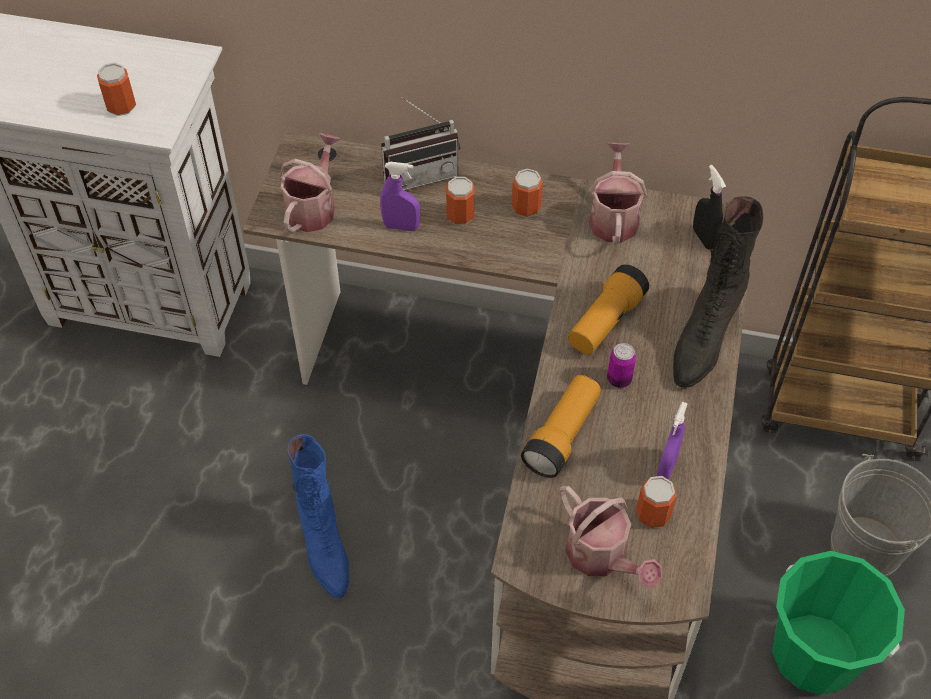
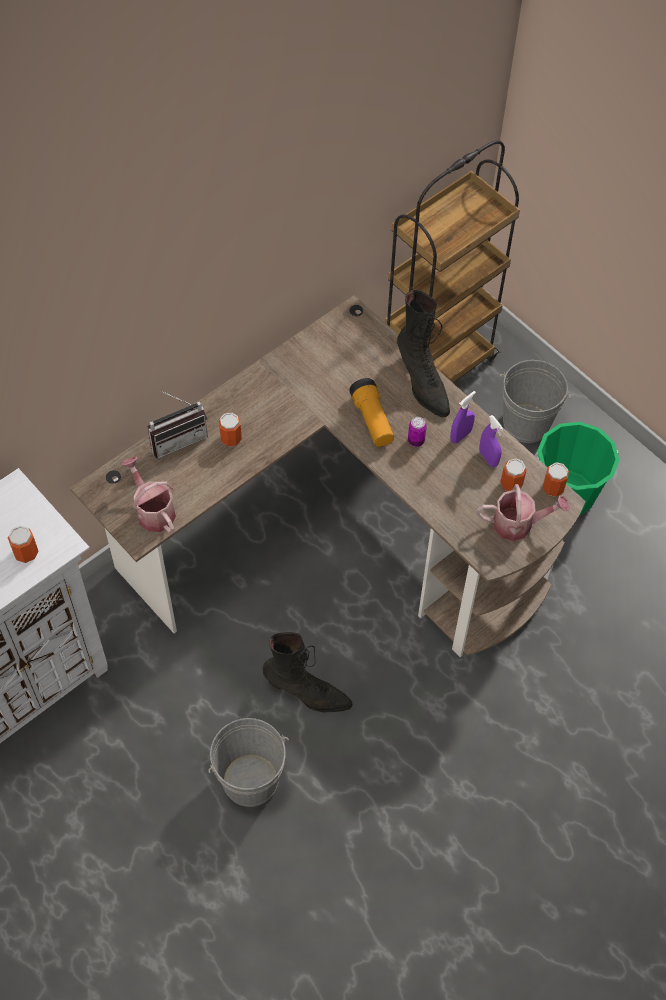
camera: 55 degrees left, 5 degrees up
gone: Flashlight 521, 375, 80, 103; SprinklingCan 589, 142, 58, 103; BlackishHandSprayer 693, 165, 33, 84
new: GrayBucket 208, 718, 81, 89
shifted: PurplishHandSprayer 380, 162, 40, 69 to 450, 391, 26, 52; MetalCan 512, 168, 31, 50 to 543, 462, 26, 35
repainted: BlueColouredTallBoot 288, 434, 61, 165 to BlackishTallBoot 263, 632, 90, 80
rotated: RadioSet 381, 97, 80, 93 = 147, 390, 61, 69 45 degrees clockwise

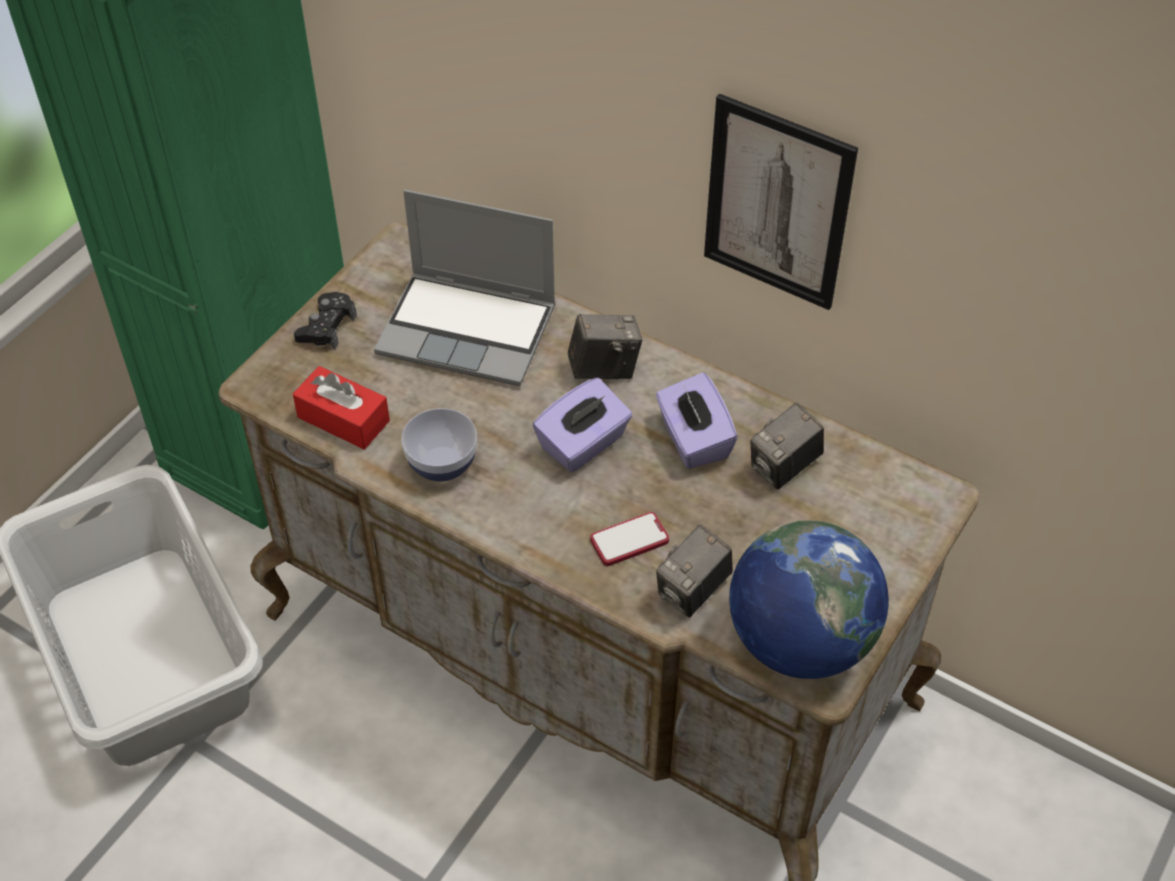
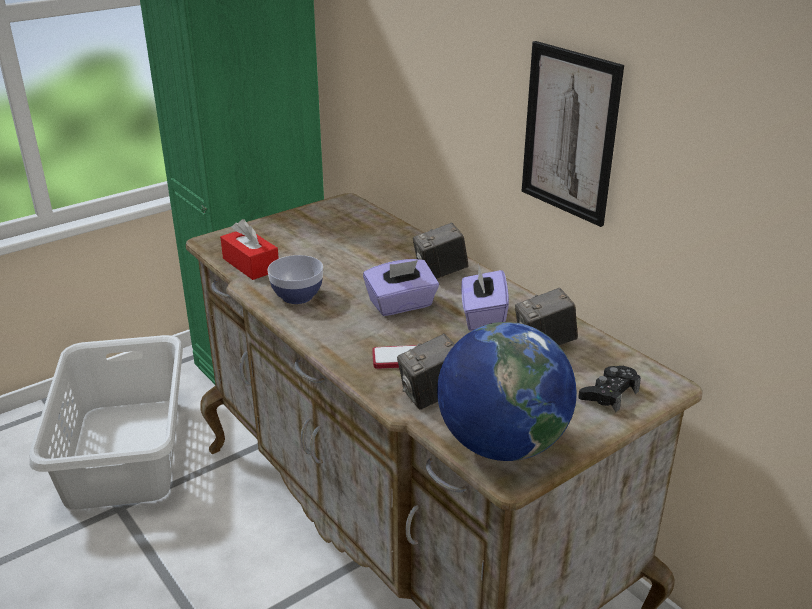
camera: 20 degrees right, 20 degrees down
gone: PortableComputer 374, 189, 182, 197
shifted: BlackishGamepad 294, 292, 63, 57 to 578, 366, 63, 46
rotated: StillCamera 568, 314, 74, 65 = 413, 223, 55, 56 150 degrees clockwise

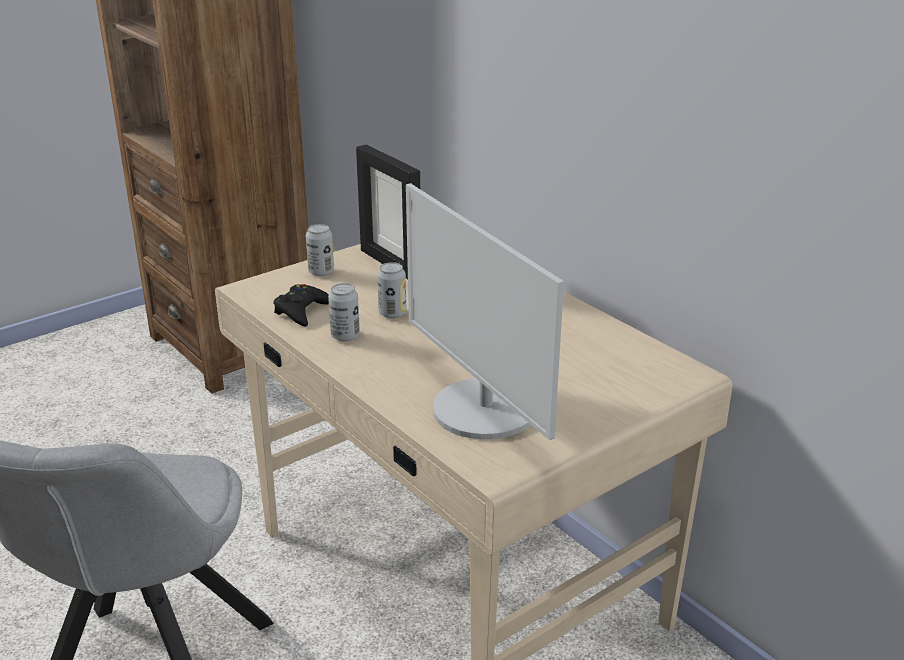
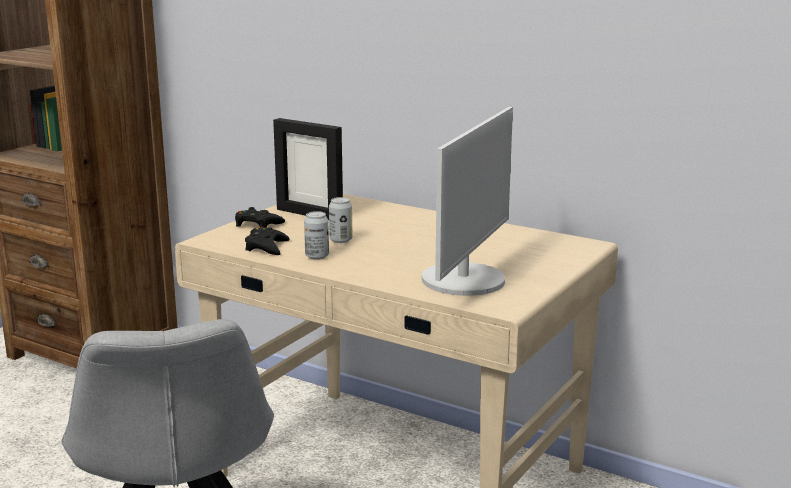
camera: 20 degrees left, 10 degrees down
swapped: MetalCan 306, 224, 28, 52 to BlackishGamepad 235, 207, 50, 21
rotated: ComputerScreen 406, 183, 158, 257 = 422, 107, 91, 189 105 degrees counterclockwise

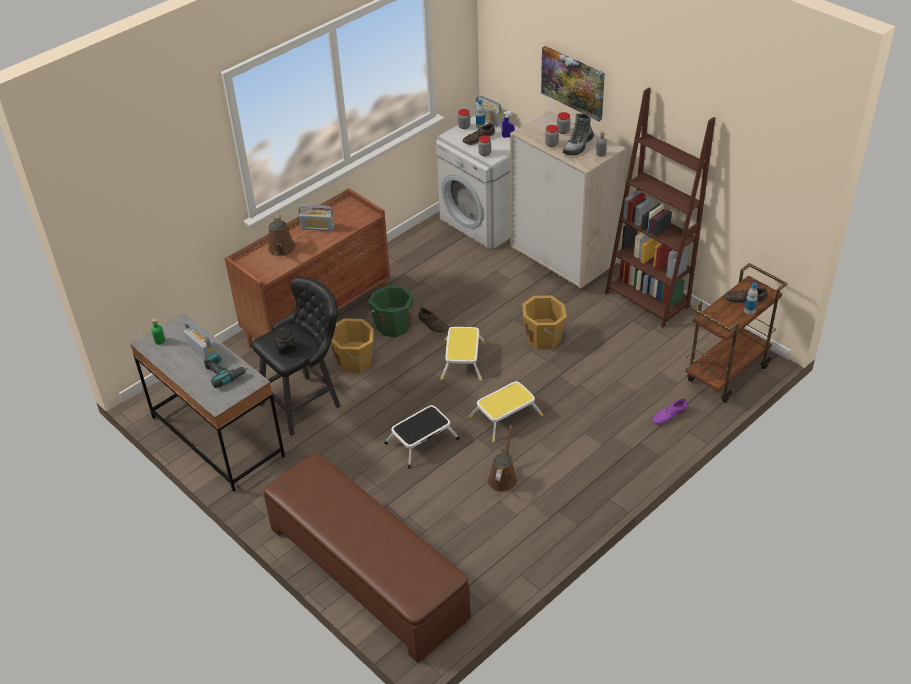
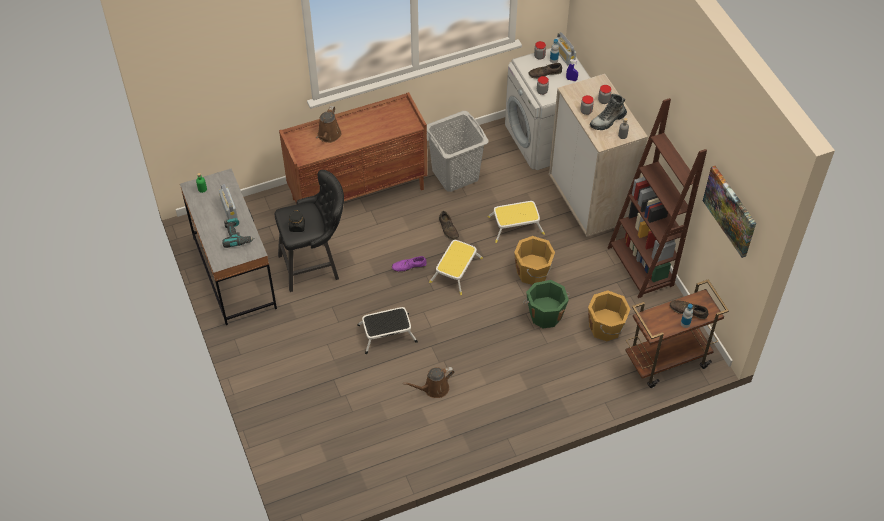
camera: 20 degrees right, 10 degrees up
gone: BrownLongSeat 264, 453, 207, 210; RadioSet 299, 205, 36, 26
new: GrayLaundryBasket 427, 111, 62, 81
shifted: OrangeColouredBucket 331, 318, 43, 55 to 588, 290, 42, 51; GreenBucket 368, 285, 46, 52 to 523, 280, 47, 48; YellowishStepStool 469, 381, 74, 61 to 488, 201, 57, 42; WallPicture 541, 46, 64, 75 to 703, 166, 53, 92; PurplishItemOfFootwear 652, 399, 35, 26 to 392, 256, 35, 16
rotated: BrownSprinklingCan 488, 425, 29, 67 = 403, 367, 51, 31 150 degrees counterclockwise

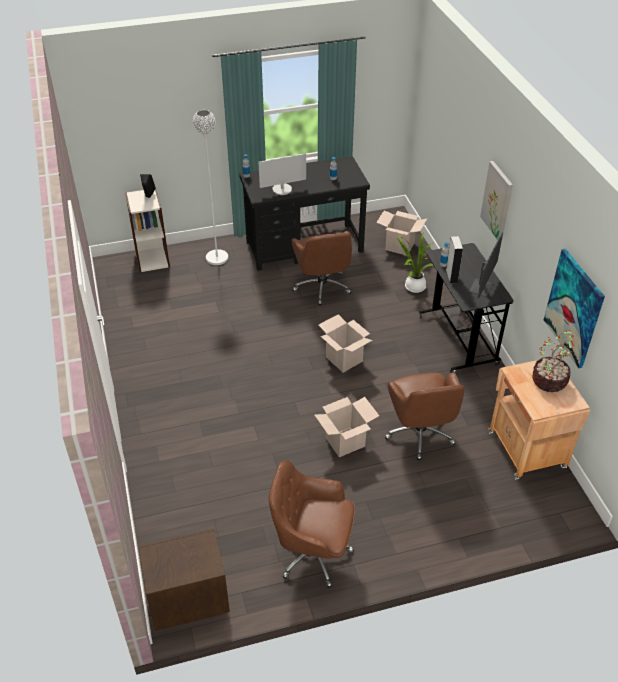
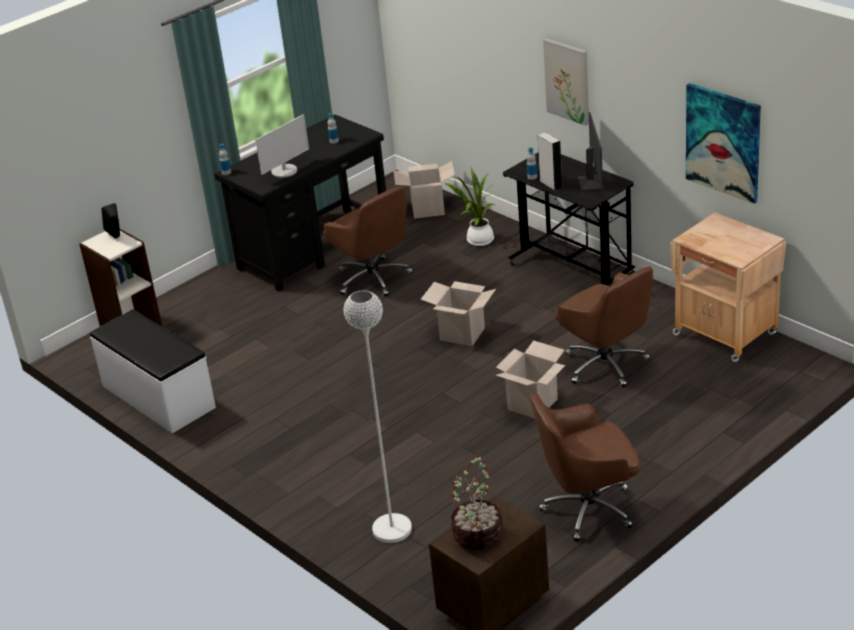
camera: 25 degrees left, 10 degrees down
new: WhitishLongSeat 90, 310, 126, 124
shifted: WhitishFloorLamp 193, 110, 35, 155 to 344, 290, 68, 253; PlantInAPot 532, 330, 42, 62 to 450, 455, 53, 95

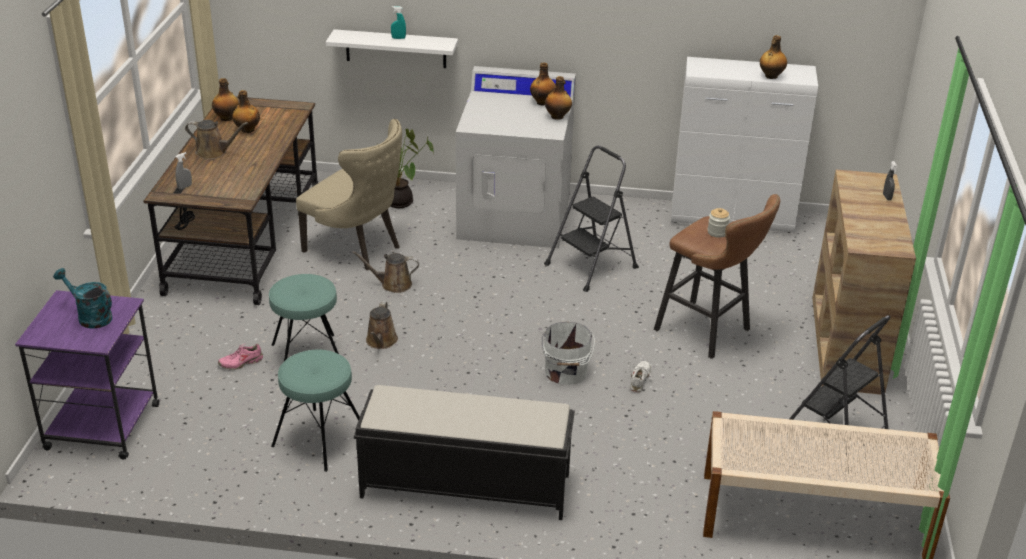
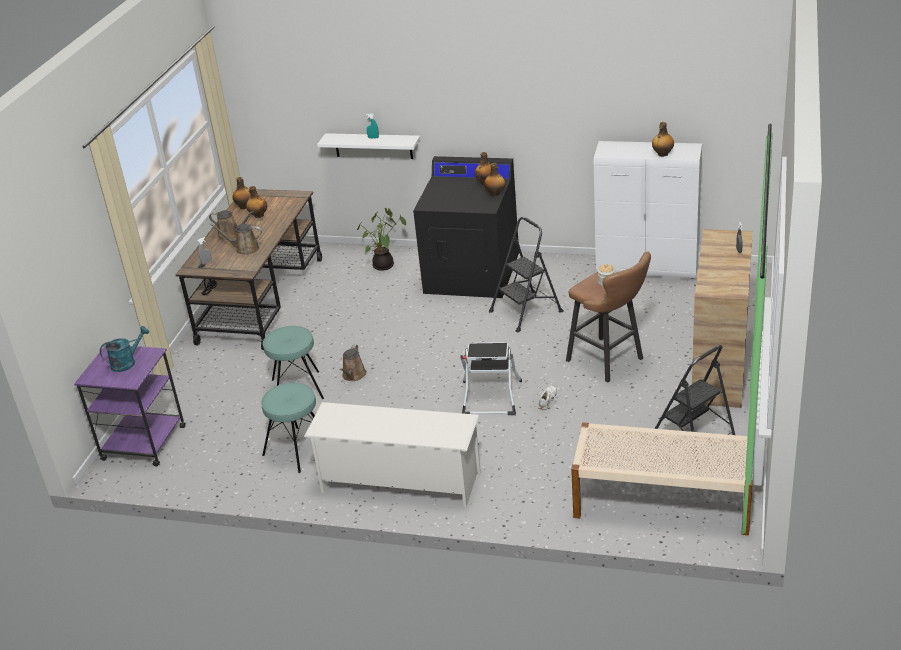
camera: 10 degrees right, 0 degrees up
gone: PinkishItemOfFootwear 218, 343, 45, 27; SandColouredChair 296, 119, 106, 151
shifted: BrownSprinklingCan 352, 251, 67, 42 to 209, 223, 53, 32
swapped: BlackishLongSeat 354, 385, 221, 135 to WhitishShoeStand 304, 402, 177, 105; WhitishBucket 542, 322, 53, 63 to StepStool 461, 342, 61, 73
repainted: WhitishWashingMachine 456, 66, 120, 182 to BlackishWashingMachine 413, 156, 106, 142
rotated: BlueGreenSprinklingCan 53, 268, 59, 61 = 100, 326, 49, 46 105 degrees clockwise

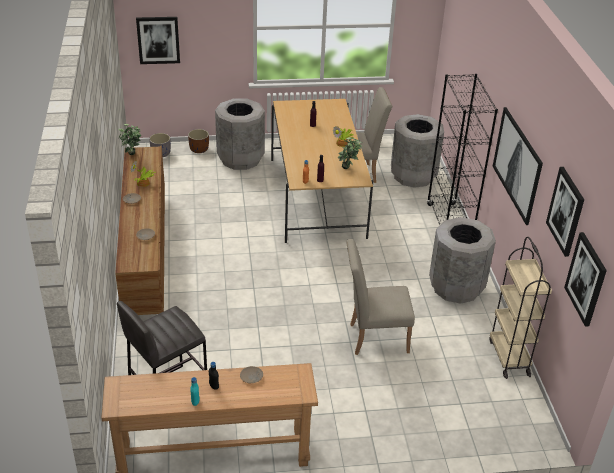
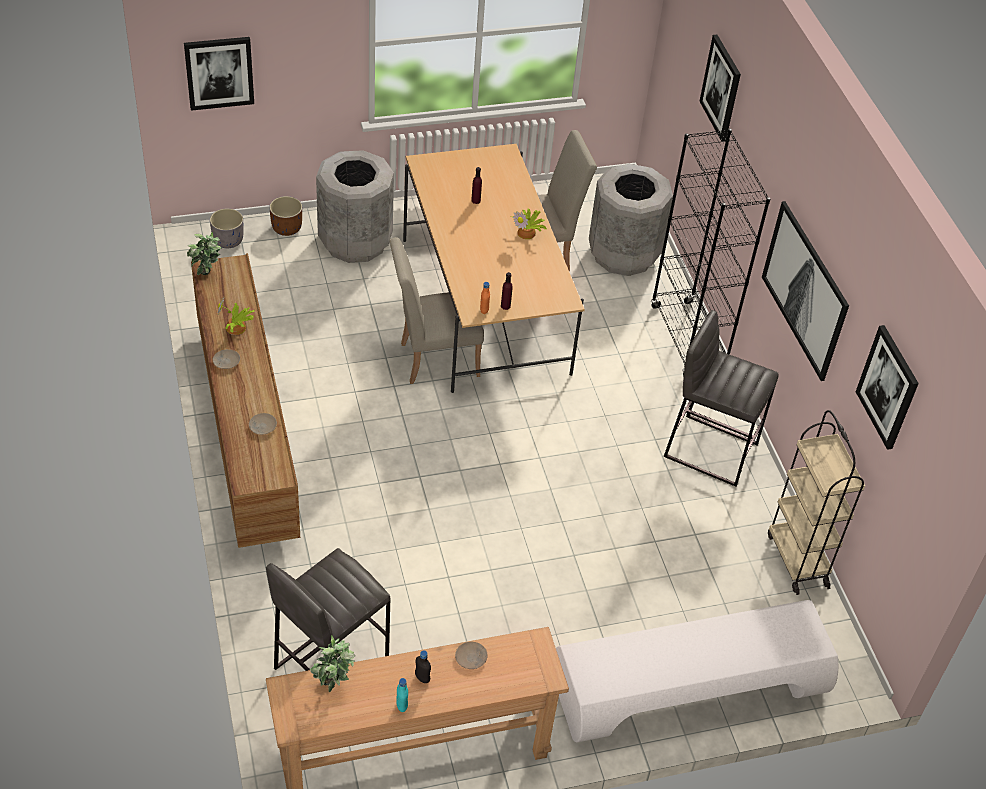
camera: 10 degrees left, 10 degrees up
new: WhitishLongSeat 556, 600, 282, 142
shifted: PlantInAPot 338, 137, 25, 32 to 310, 635, 45, 57; SandColouredChair 346, 239, 69, 116 to 390, 237, 94, 147; WallPicture 564, 232, 43, 95 to 699, 35, 42, 106
swapped: GrayRubbishBin 429, 217, 67, 87 to GrayStoolSeat 663, 310, 116, 177

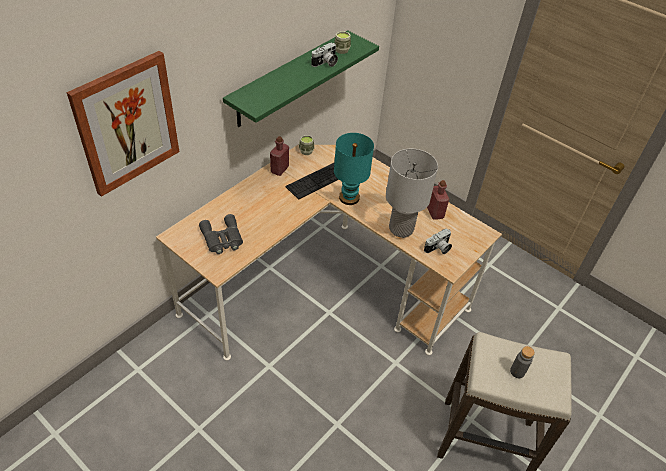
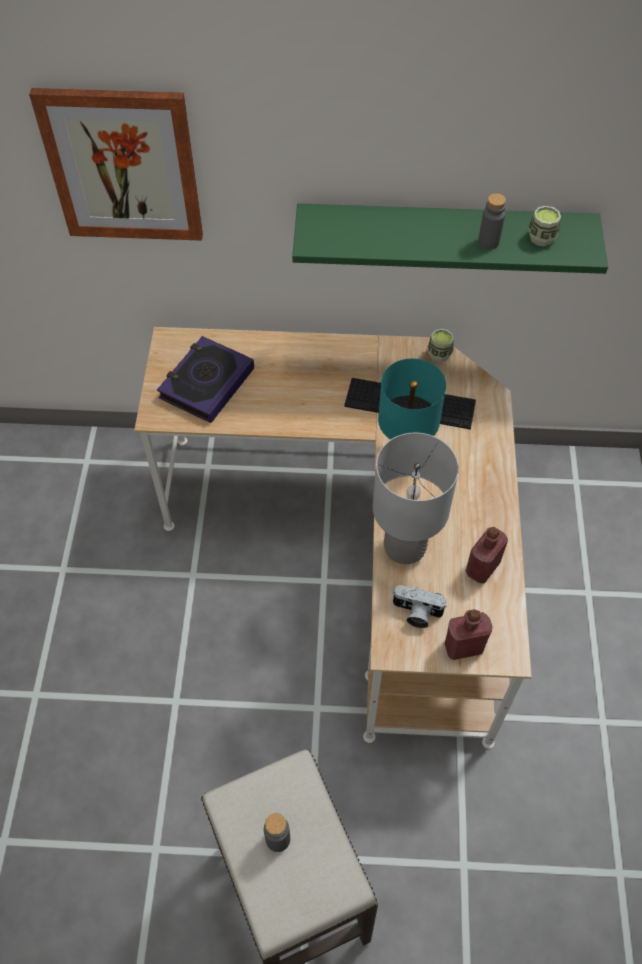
camera: 55 degrees right, 10 degrees up
shifted: ReddishBeverageBottle 270, 136, 19, 40 to 445, 609, 47, 51
swapped: GrayBinoculars 199, 214, 44, 40 to Volume 157, 336, 97, 87; StillCamera 311, 42, 27, 25 to GrayBeverageBottle 478, 193, 28, 57

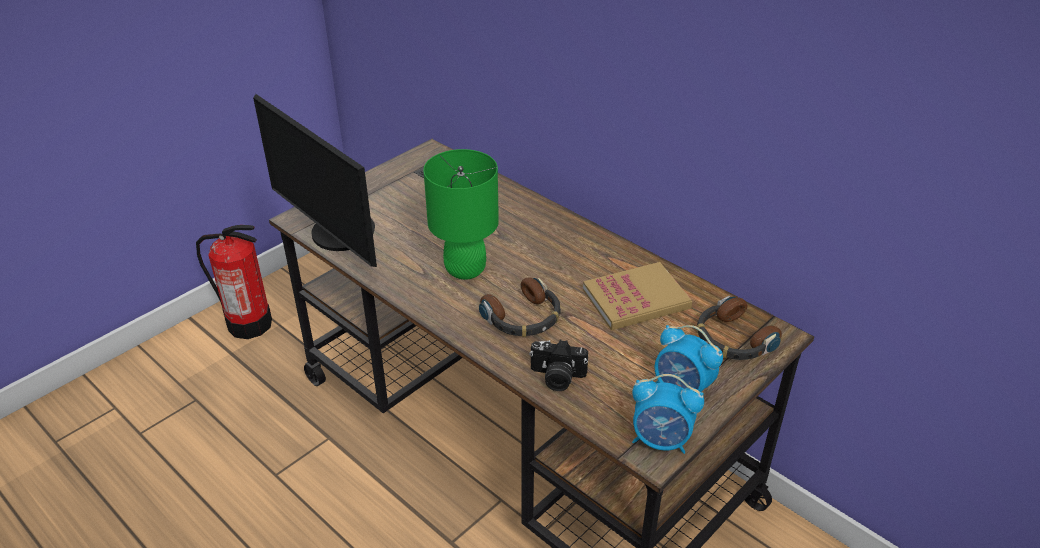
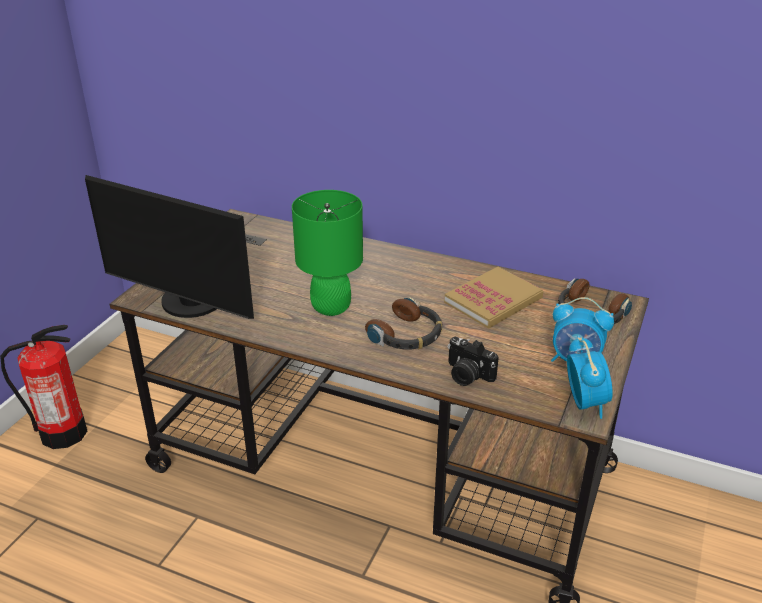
camera: 20 degrees left, 5 degrees down
rotated: StillCamera 529, 340, 59, 51 = 448, 337, 51, 49 45 degrees clockwise; BedsideClock 632, 374, 72, 80 = 567, 336, 46, 83 90 degrees counterclockwise

